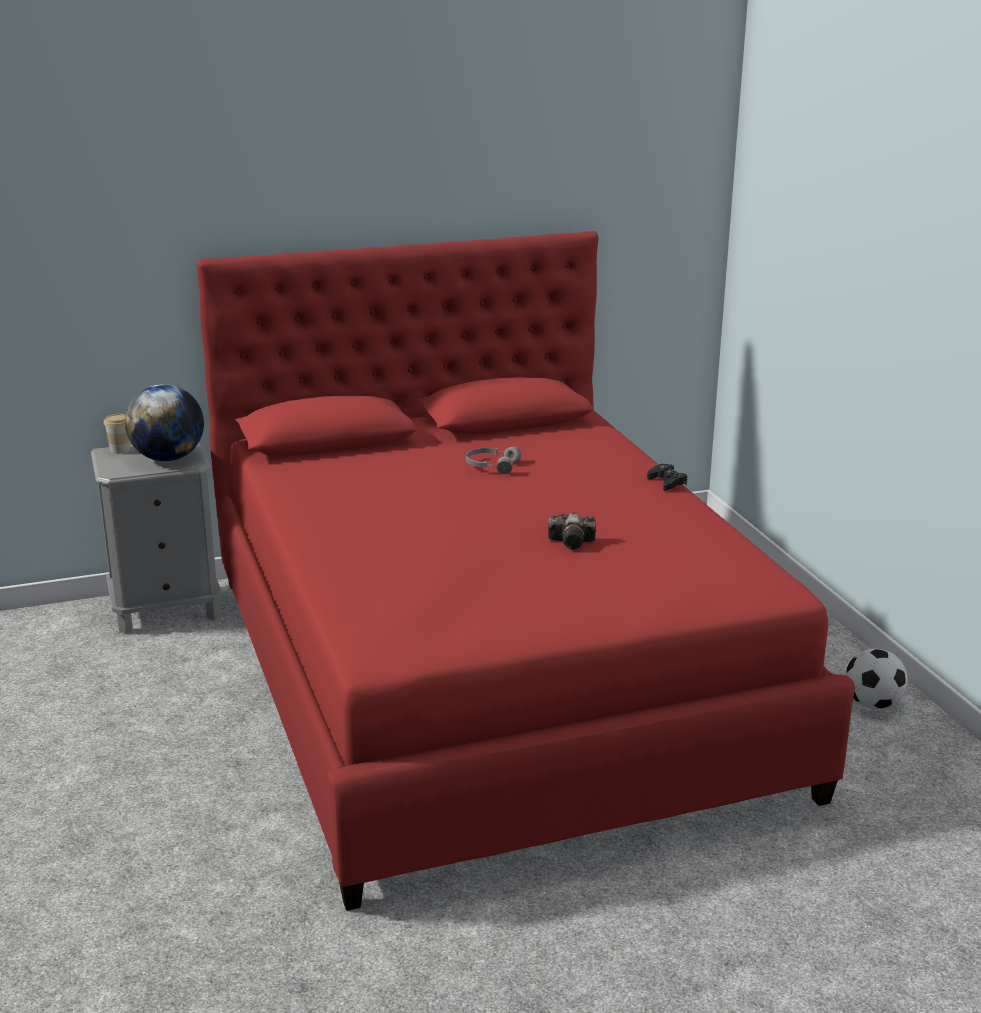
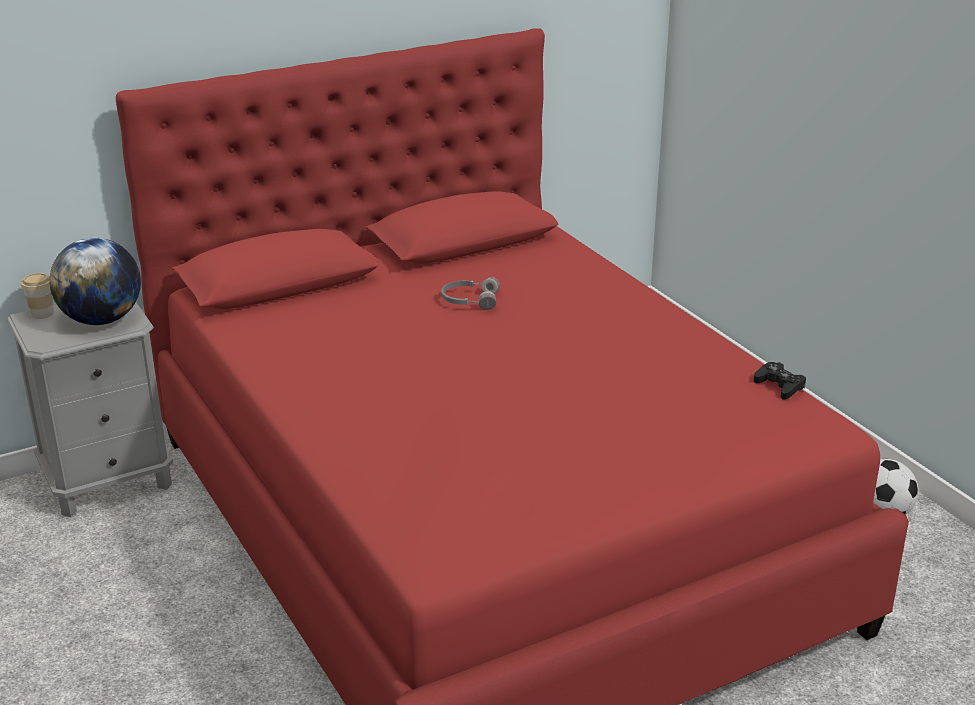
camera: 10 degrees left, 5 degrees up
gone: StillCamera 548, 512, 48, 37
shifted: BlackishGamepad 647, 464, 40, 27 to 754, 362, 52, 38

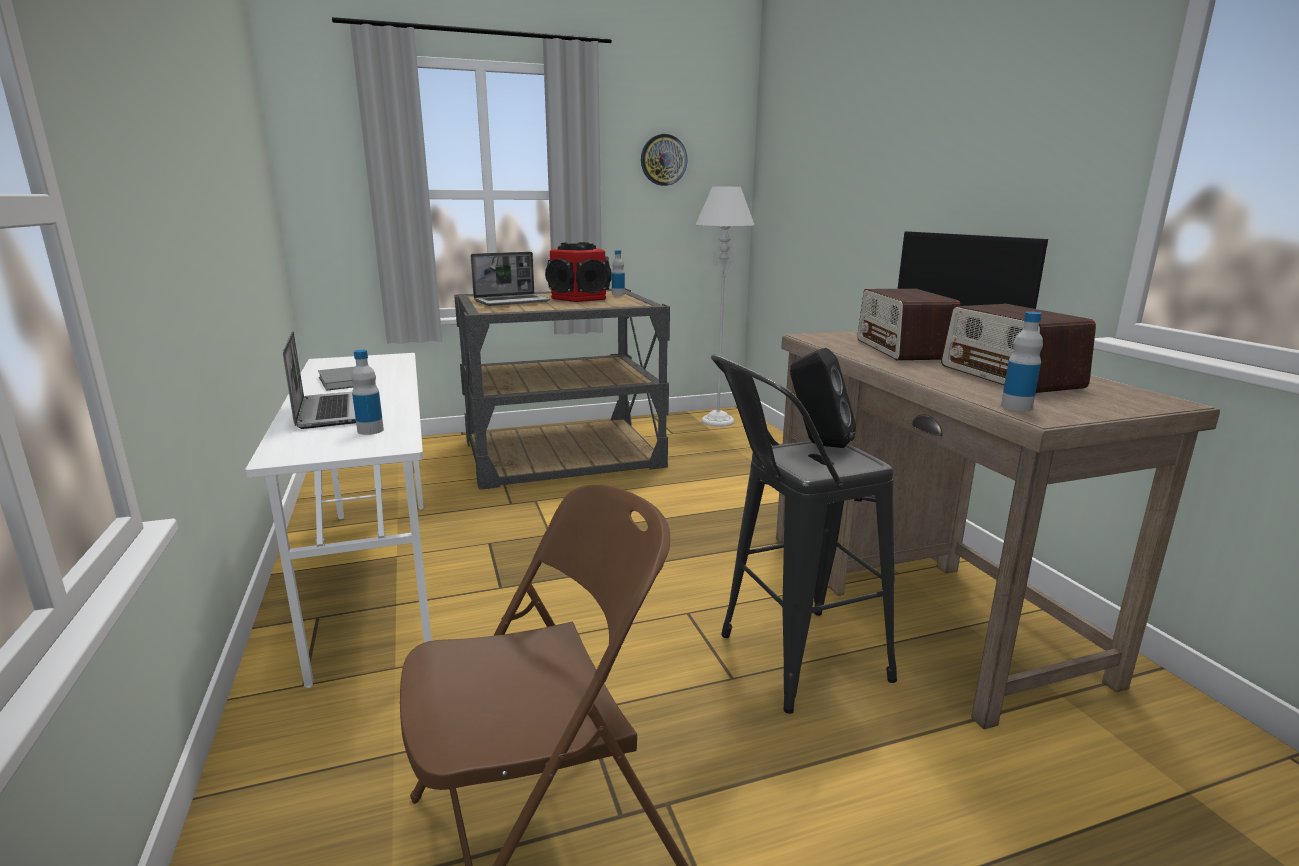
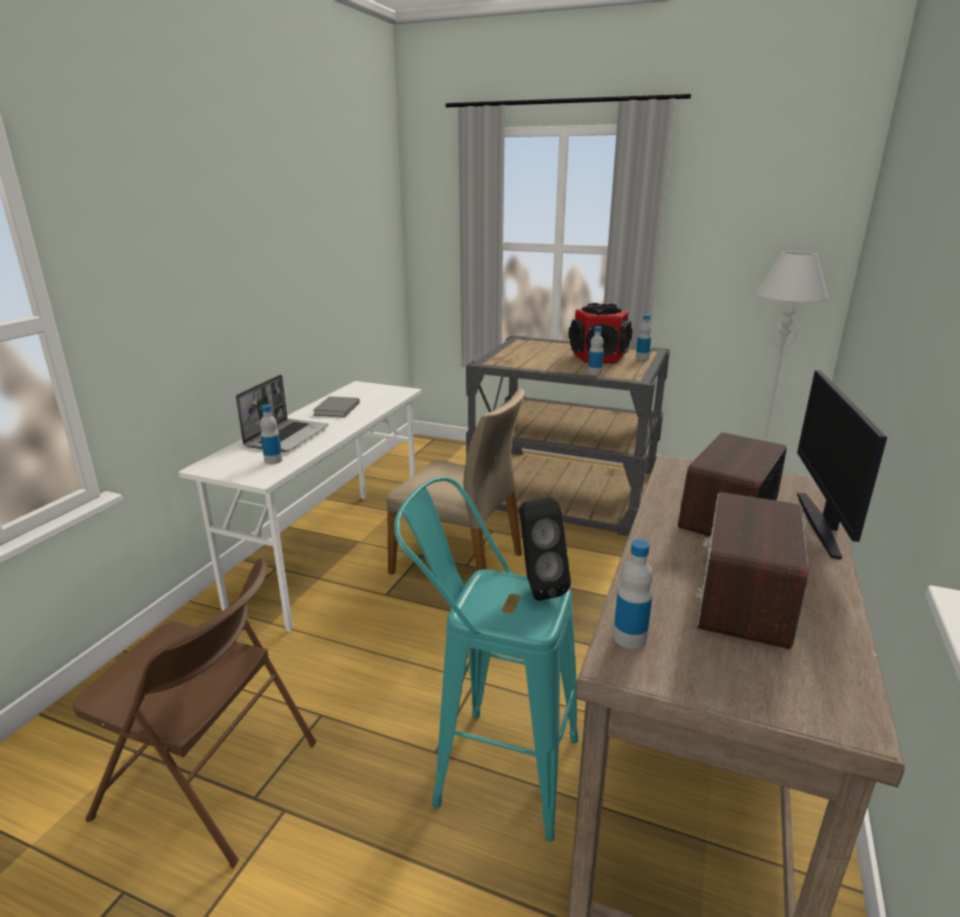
camera: 40 degrees right, 5 degrees up
gone: PortableComputer 471, 252, 80, 54; WallClock 641, 134, 47, 52
new: SandColouredChair 387, 388, 138, 187; BeverageBottle 588, 326, 16, 49
repainted: BlackishStoolSeat 711, 354, 186, 360 to BlueGreenStoolSeat 394, 477, 184, 365

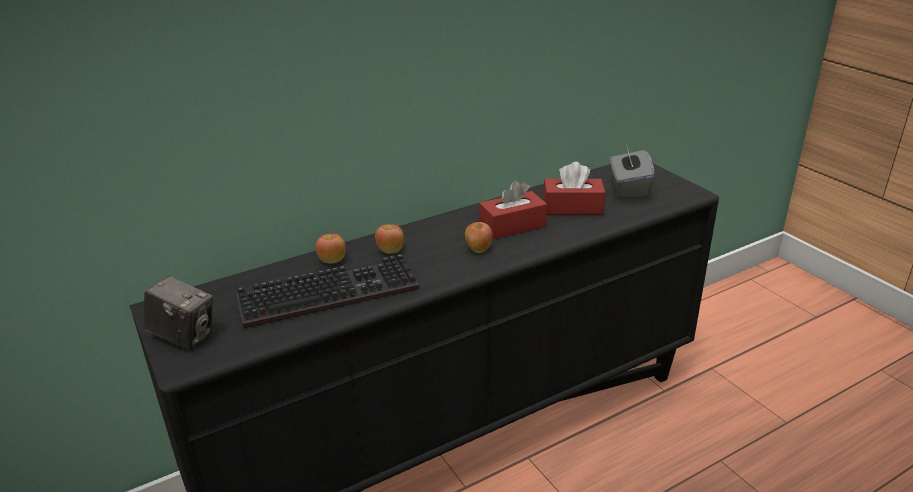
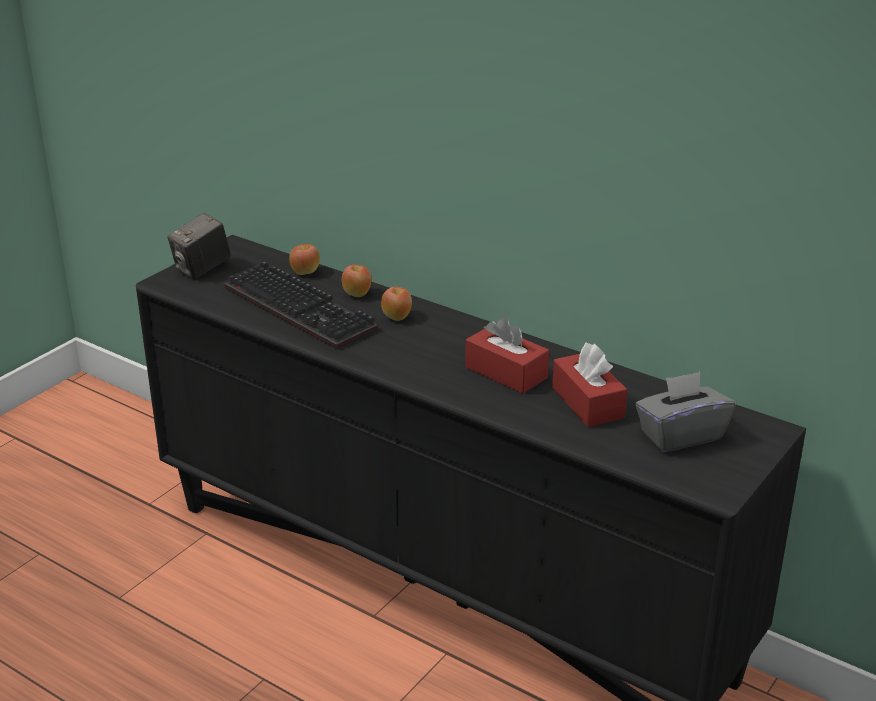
camera: 65 degrees right, 0 degrees up
shifted: AppleFruit 465, 222, 28, 31 to 289, 244, 31, 31
rotated: StillCamera 144, 276, 69, 74 = 167, 213, 64, 67 45 degrees clockwise

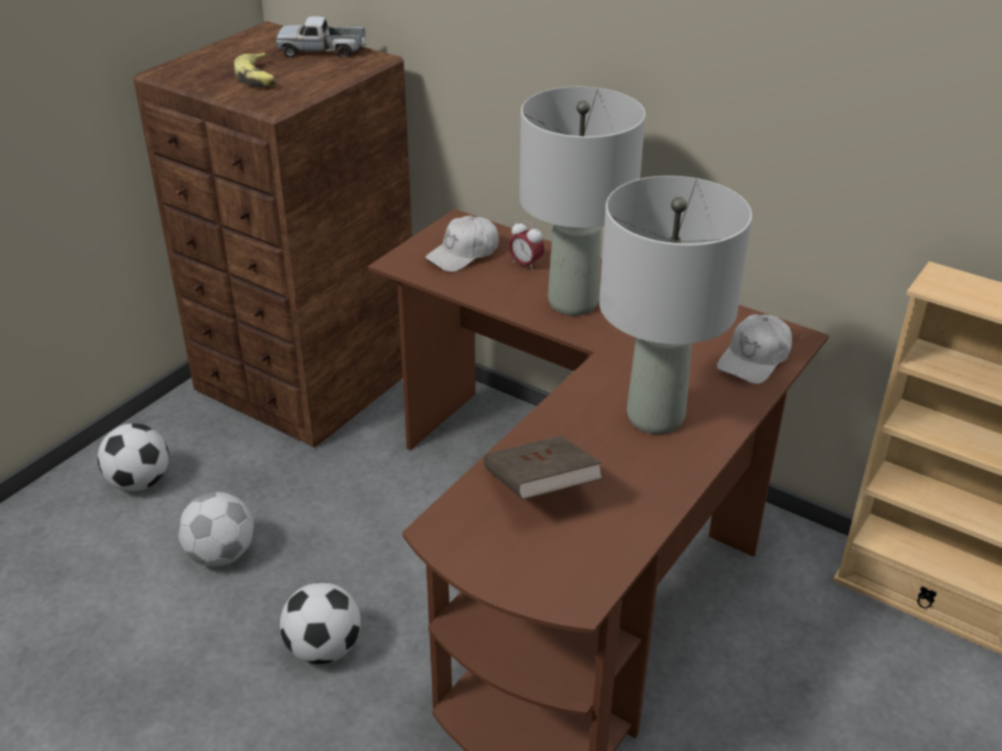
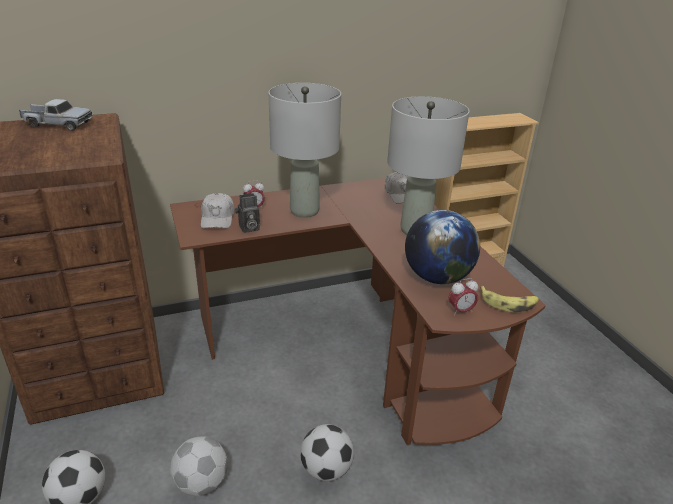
camera: 55 degrees left, 5 degrees down
new: StillCamera 235, 193, 25, 40; BedsideClock 449, 278, 29, 38
shifted: BananaFruit 234, 52, 43, 35 to 480, 286, 59, 27
swapped: BrownVolume 484, 436, 119, 64 to Globe 405, 210, 75, 74
rotated: ToyTruck 276, 16, 90, 42 = 19, 99, 74, 32 120 degrees counterclockwise

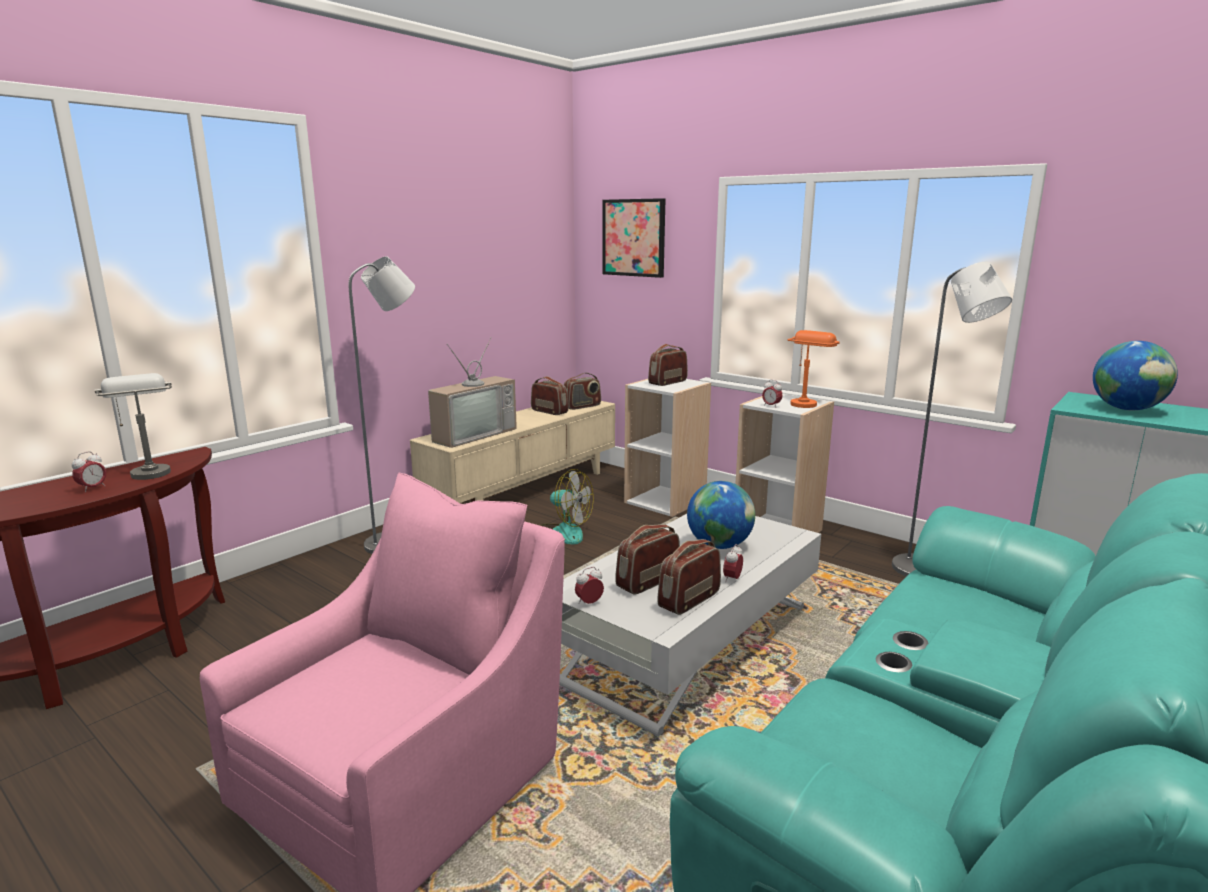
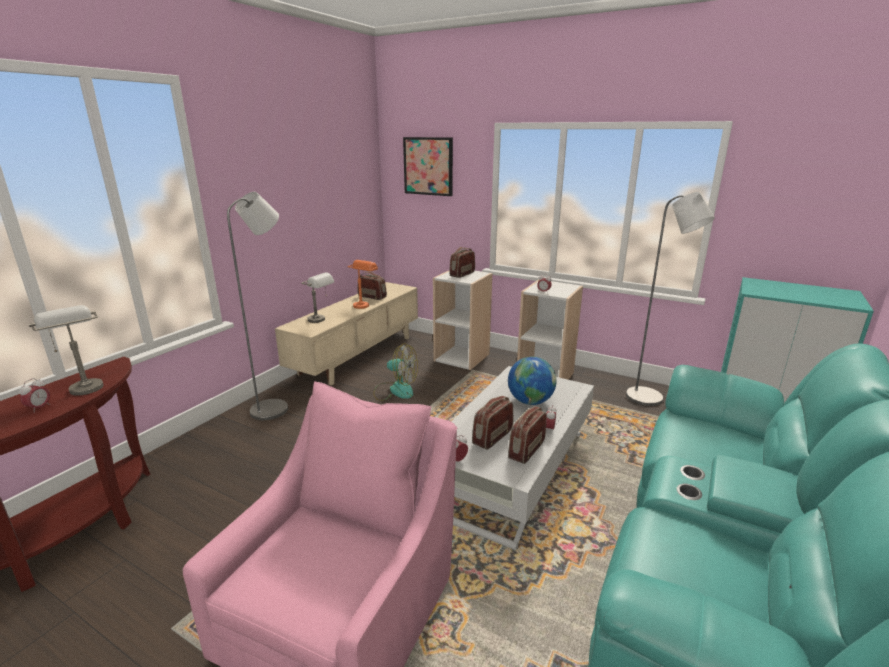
camera: 10 degrees left, 5 degrees up
gone: RadioSet 564, 373, 37, 37; Globe 1093, 341, 85, 69
shifted: OrangeColouredLampForATable 788, 330, 52, 78 to 348, 260, 30, 49
swapped: Tv 428, 337, 89, 111 to GrayLampForATable 301, 272, 33, 51

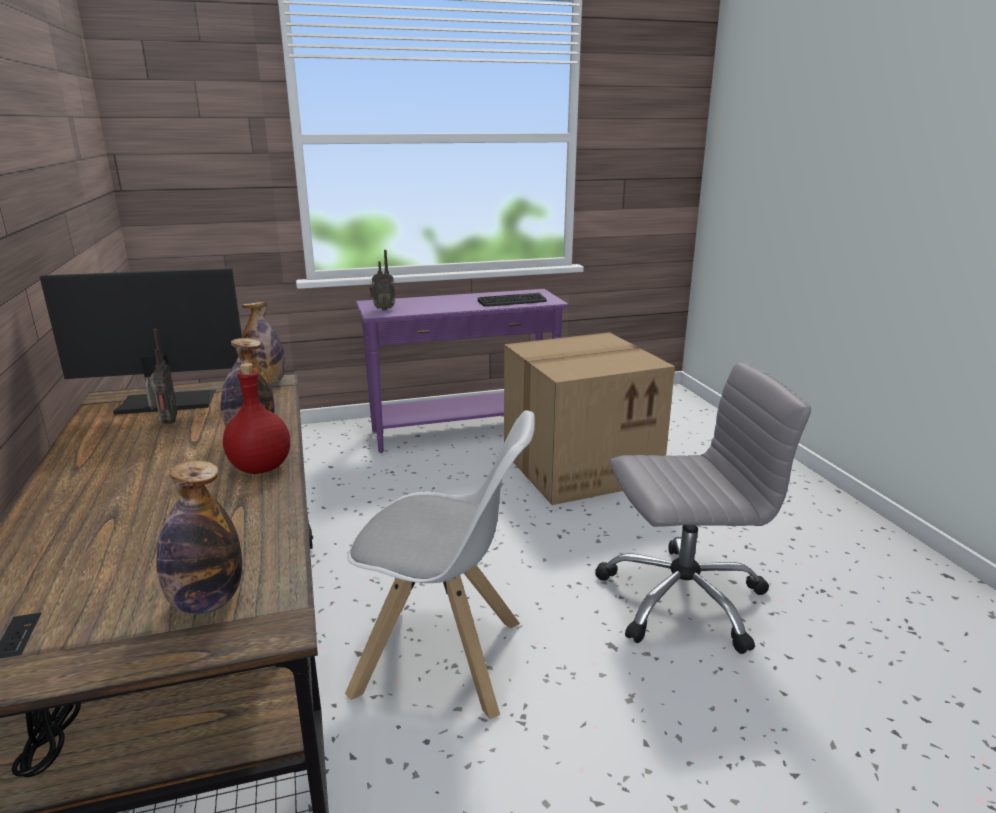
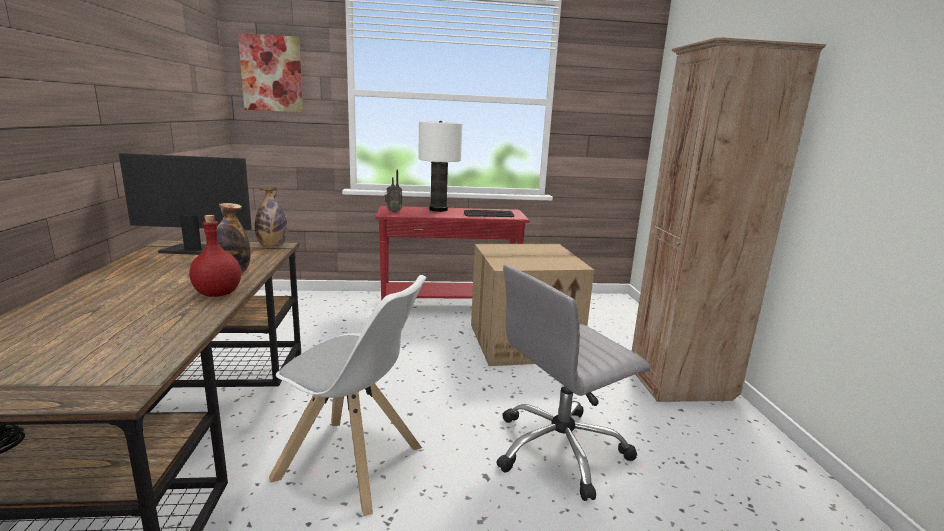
camera: 10 degrees right, 5 degrees down
gone: RadioSet 144, 329, 33, 95; BeverageBottle 156, 460, 86, 154
new: WallPicture 238, 33, 65, 79; WhitishLampForATable 418, 121, 44, 91; BrownCupboard 632, 37, 194, 365
repainted: PurplishNarrowTable 356, 289, 213, 164 to ReddishNarrowTable 375, 206, 155, 94
rotated: GrayDeskChair 595, 362, 216, 292 = 496, 265, 155, 236 150 degrees clockwise

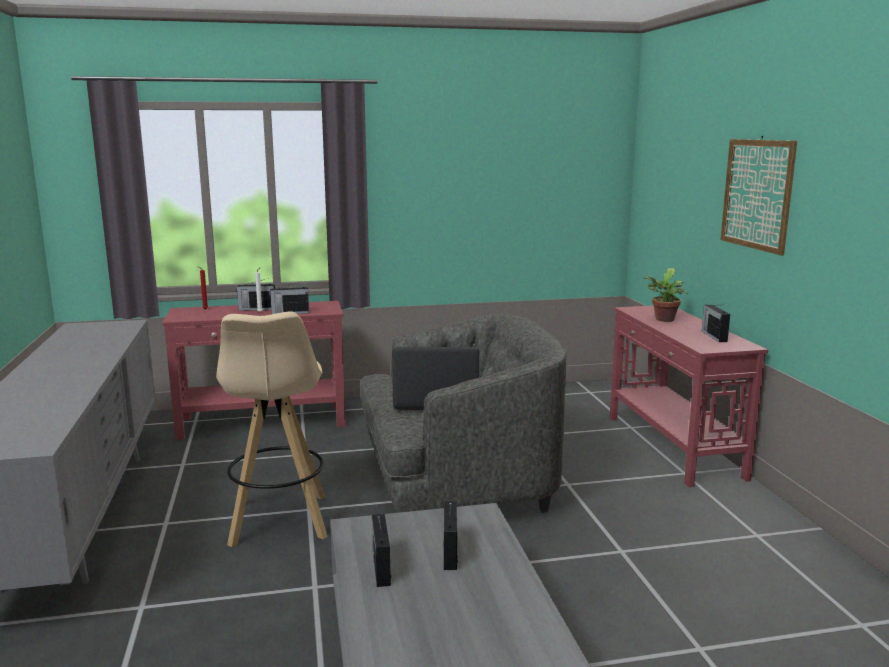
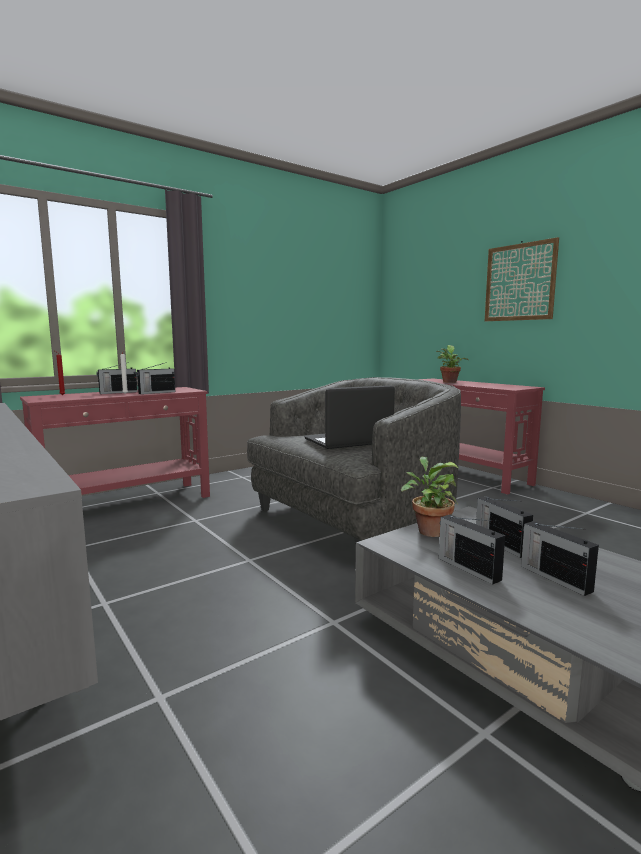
camera: 25 degrees left, 5 degrees down
gone: SandColouredStoolSeat 216, 311, 112, 237
new: PlantInAPot 401, 456, 57, 81
shifted: RadioSet 702, 305, 28, 37 to 521, 521, 78, 75

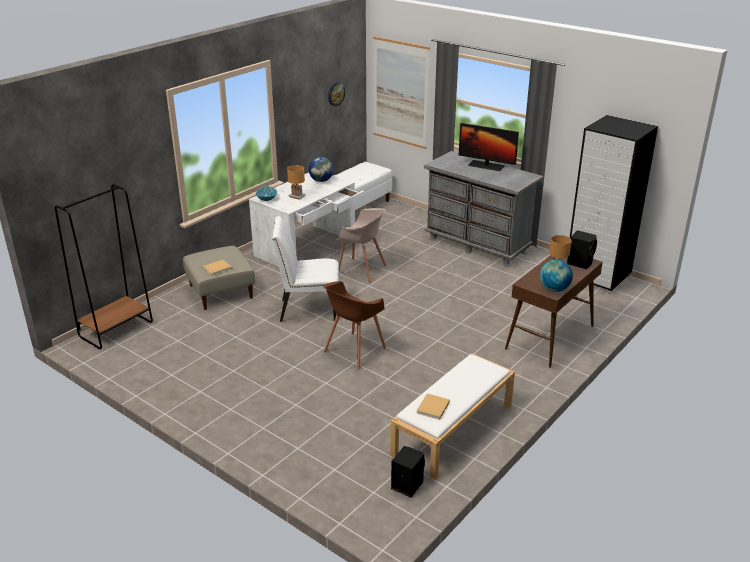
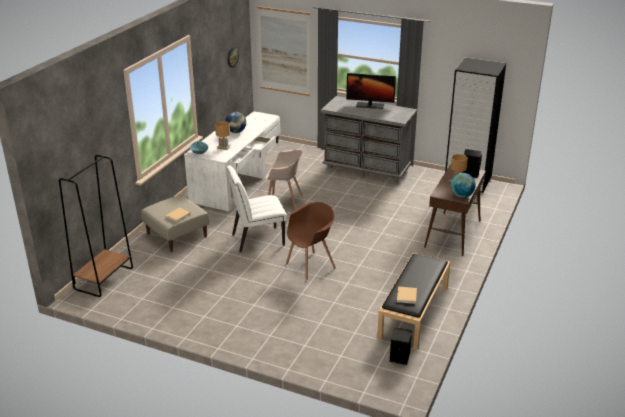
camera: 15 degrees left, 0 degrees up
repainted: WhitishLongSeat 390, 353, 125, 127 to BlackishLongSeat 377, 253, 74, 97
rotated: BrownChair 324, 281, 62, 87 = 286, 202, 50, 78 150 degrees counterclockwise

